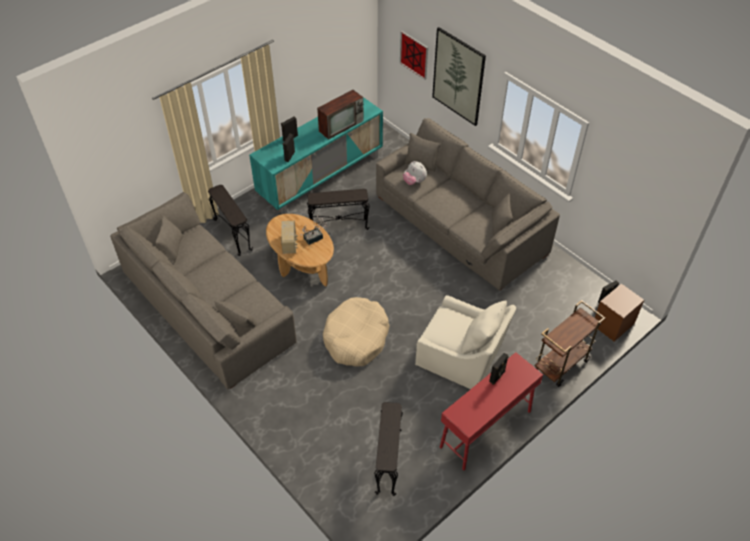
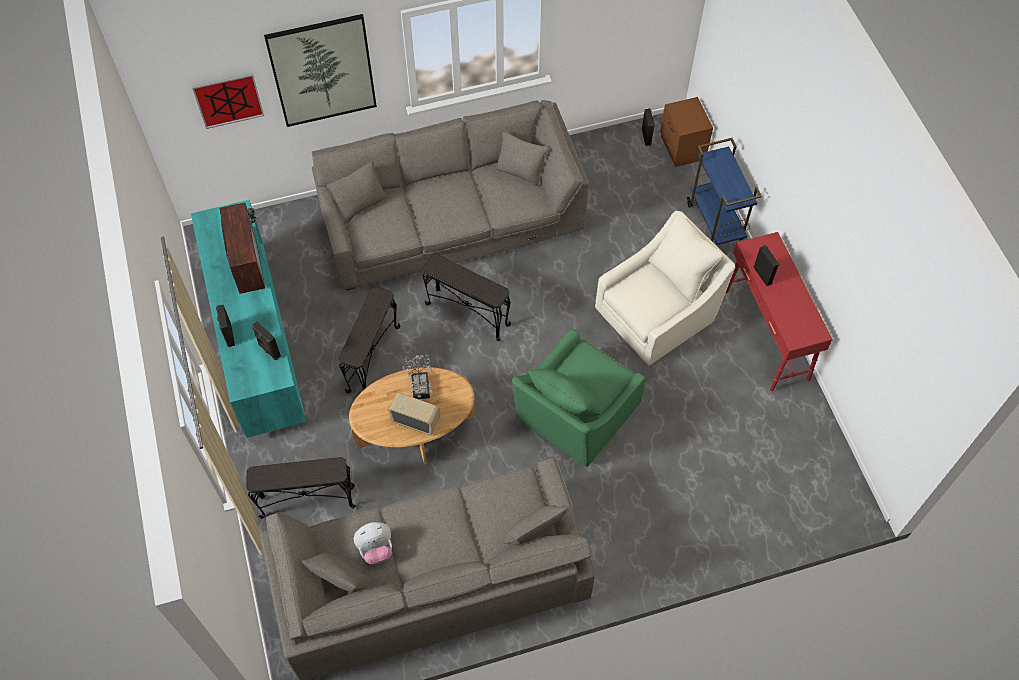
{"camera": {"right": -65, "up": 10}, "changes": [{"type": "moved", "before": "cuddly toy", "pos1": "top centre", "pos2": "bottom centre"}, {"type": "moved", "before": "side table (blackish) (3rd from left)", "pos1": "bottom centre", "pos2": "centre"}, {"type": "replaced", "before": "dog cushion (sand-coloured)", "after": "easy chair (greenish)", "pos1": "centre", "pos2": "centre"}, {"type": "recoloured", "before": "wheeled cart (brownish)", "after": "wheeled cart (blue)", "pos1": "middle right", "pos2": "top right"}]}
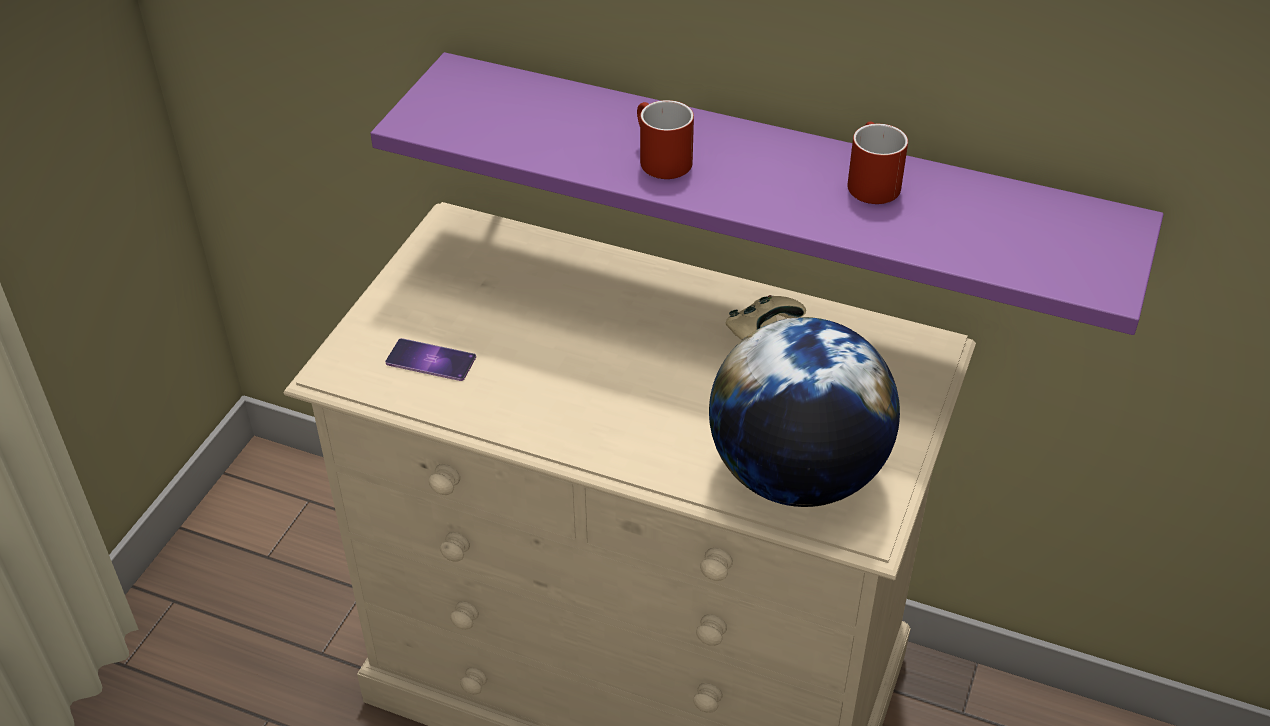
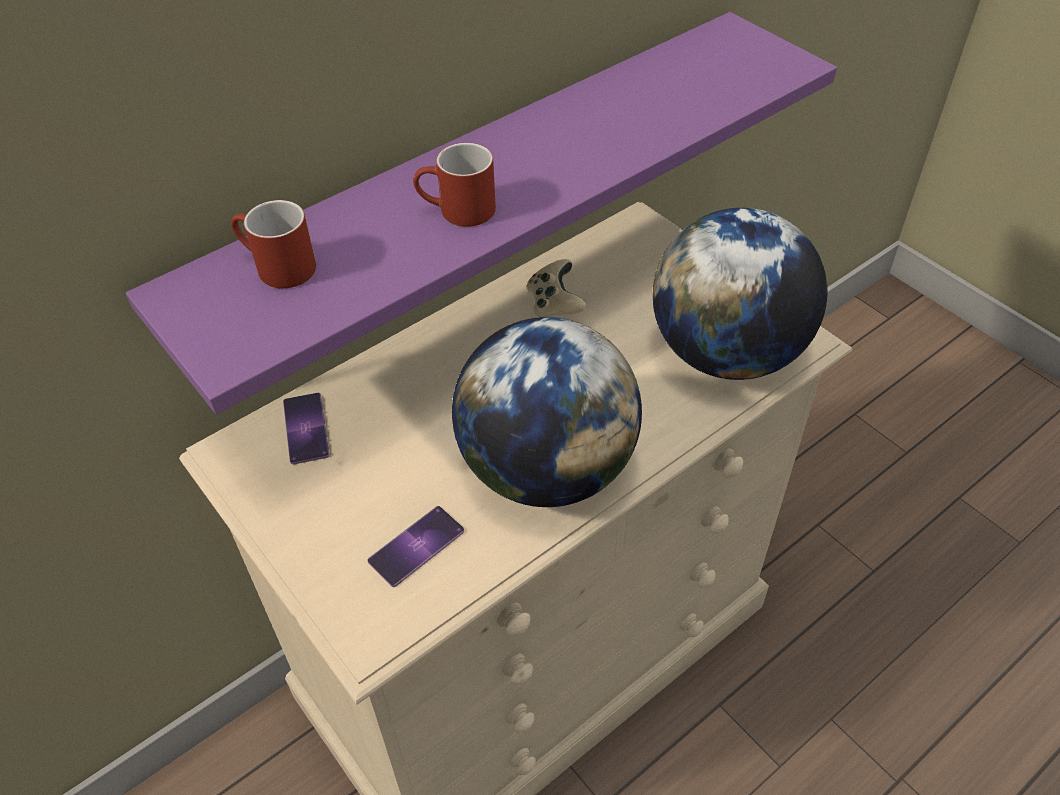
{"camera": {"right": -60, "up": 5}, "changes": [{"type": "moved", "before": "coffee mug (red-coloured) (2nd from left in the first image)", "after": "coffee mug (red-coloured) (1st from left)", "pos1": "top right", "pos2": "top left"}, {"type": "added", "after": "phone (1st from left)", "pos2": "middle left"}, {"type": "added", "after": "desk globe (1st from left)", "pos2": "centre"}]}
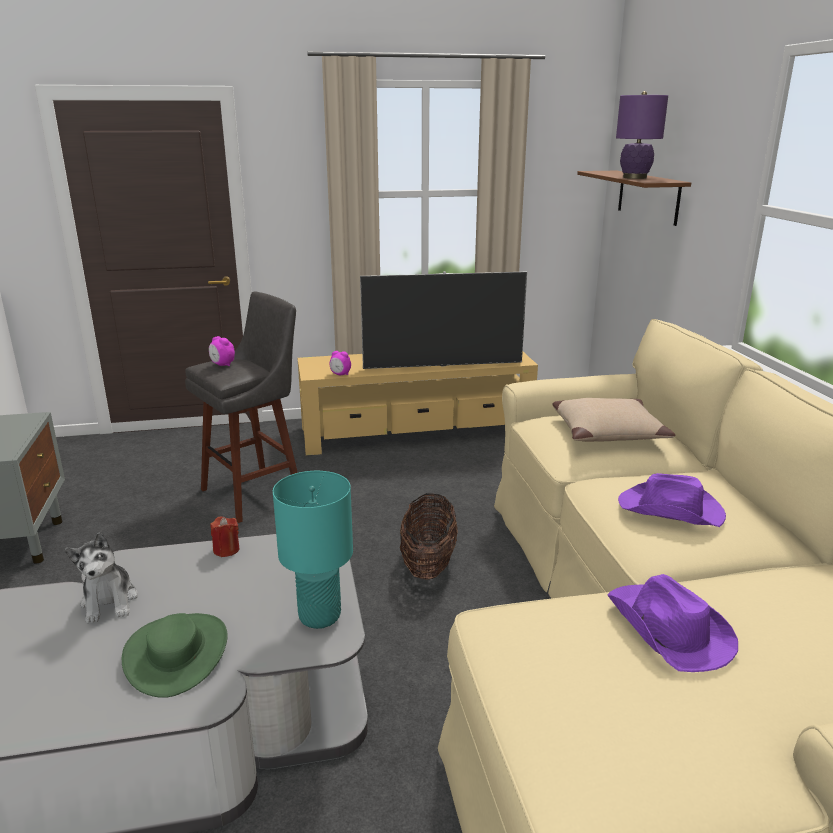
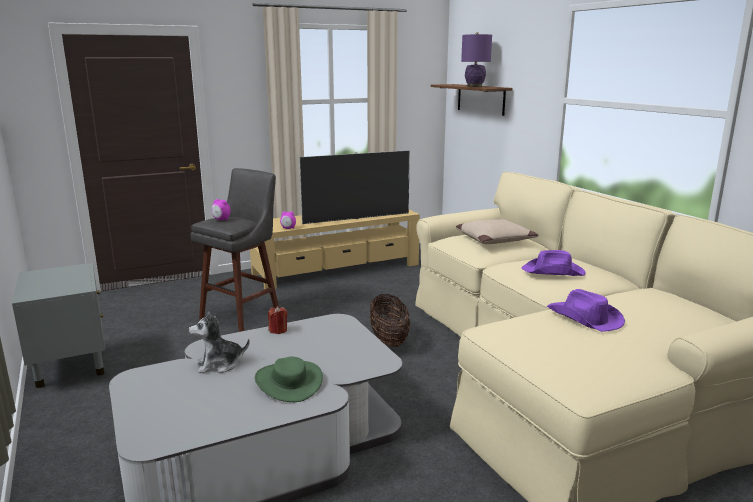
{"camera": {"right": -15, "up": -5}, "changes": [{"type": "turned", "before": "cuddly toy", "pos1": "bottom left", "pos2": "bottom left", "turn": 105}, {"type": "removed", "before": "lamp for a table (turquoise)", "pos1": "centre"}]}
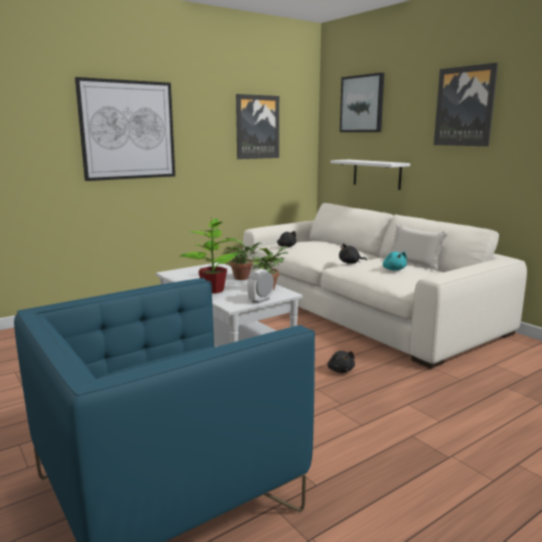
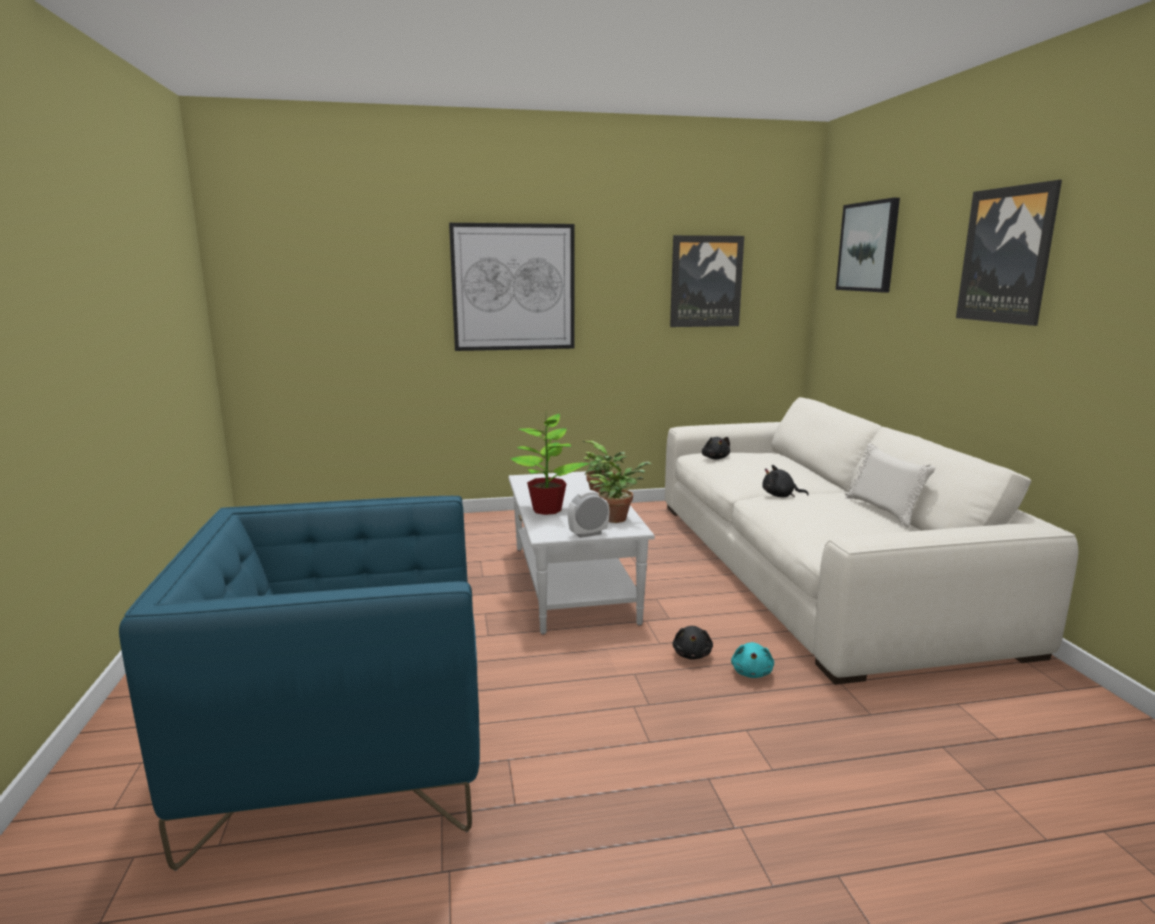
{"camera": {"right": 25, "up": 0}, "changes": [{"type": "moved", "before": "cuddly toy (turquoise)", "pos1": "middle right", "pos2": "bottom centre"}, {"type": "removed", "before": "shelf (whitish)", "pos1": "top right"}]}
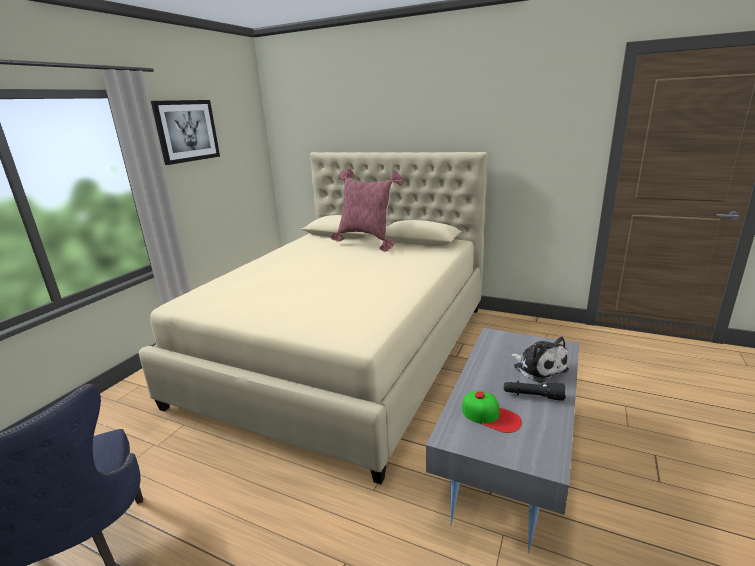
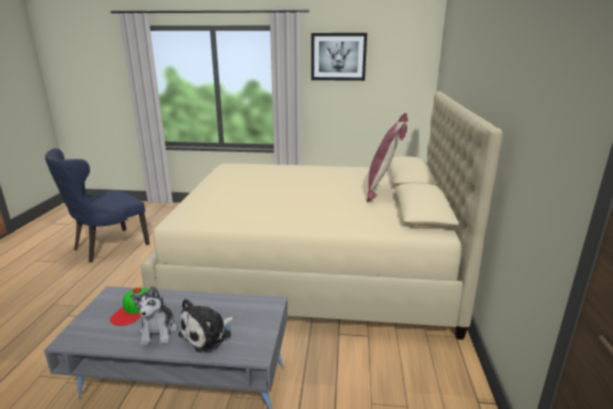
{"camera": {"right": 70, "up": 0}, "changes": [{"type": "replaced", "before": "torch (blackish)", "after": "cuddly toy (1st from left)", "pos1": "bottom right", "pos2": "bottom left"}]}
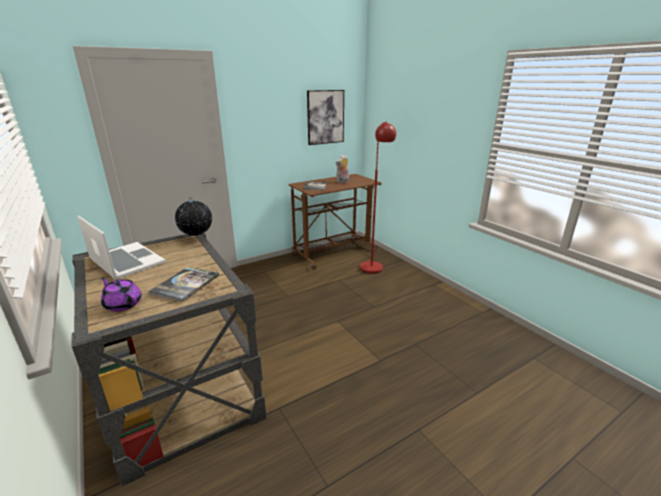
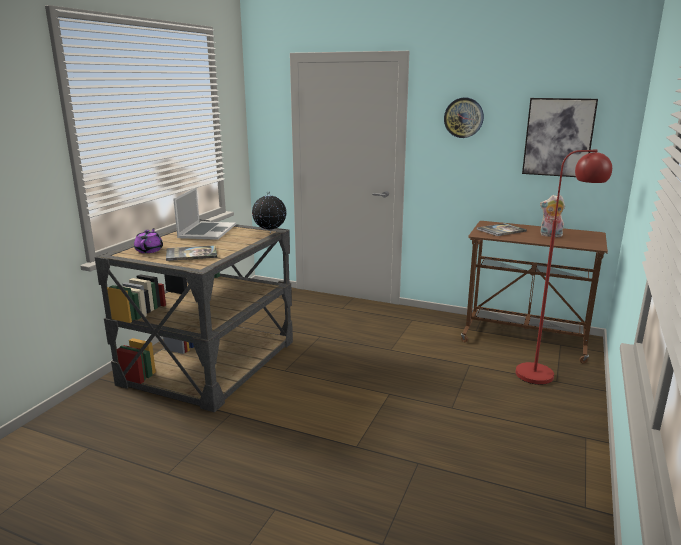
{"camera": {"right": 55, "up": -5}, "changes": [{"type": "added", "after": "clock on the wall", "pos2": "top right"}]}
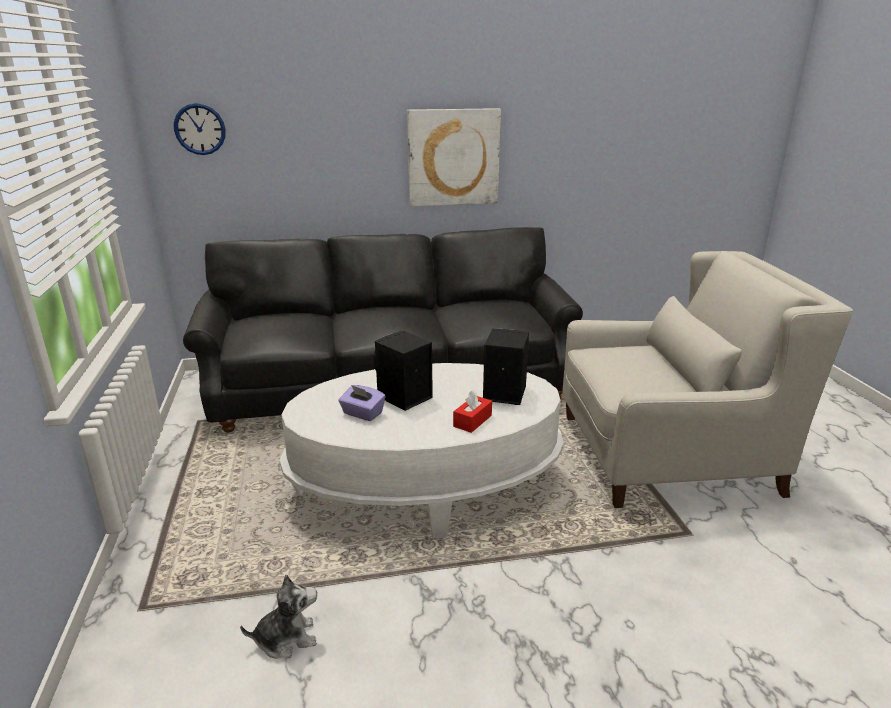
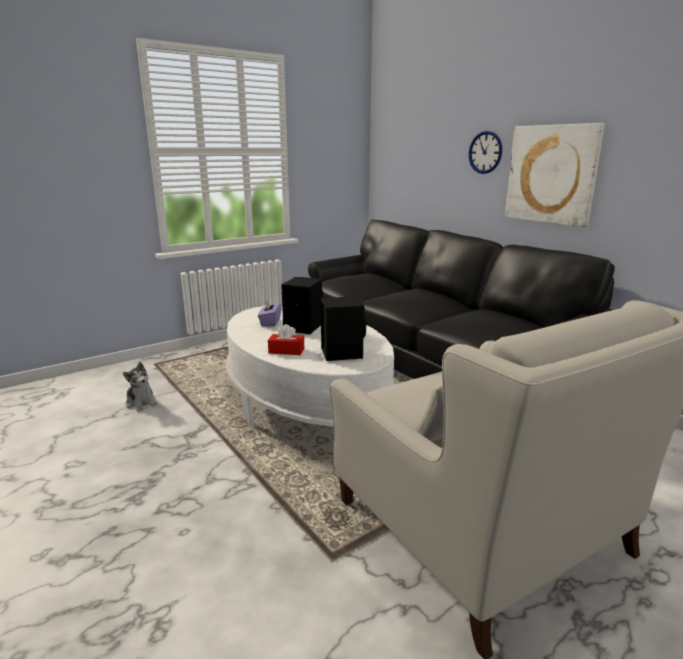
{"camera": {"right": 65, "up": -5}, "changes": [{"type": "moved", "before": "clock on the wall", "pos1": "top left", "pos2": "top right"}]}
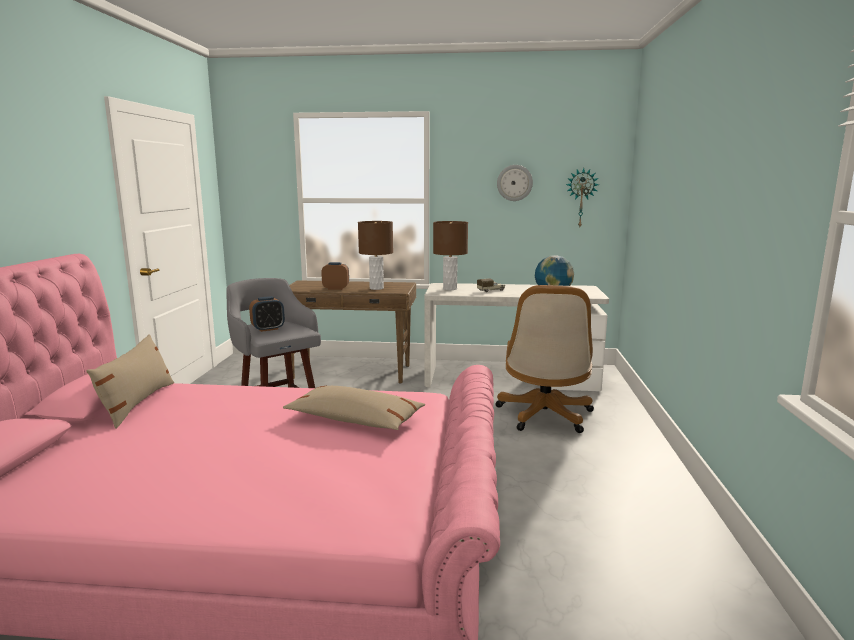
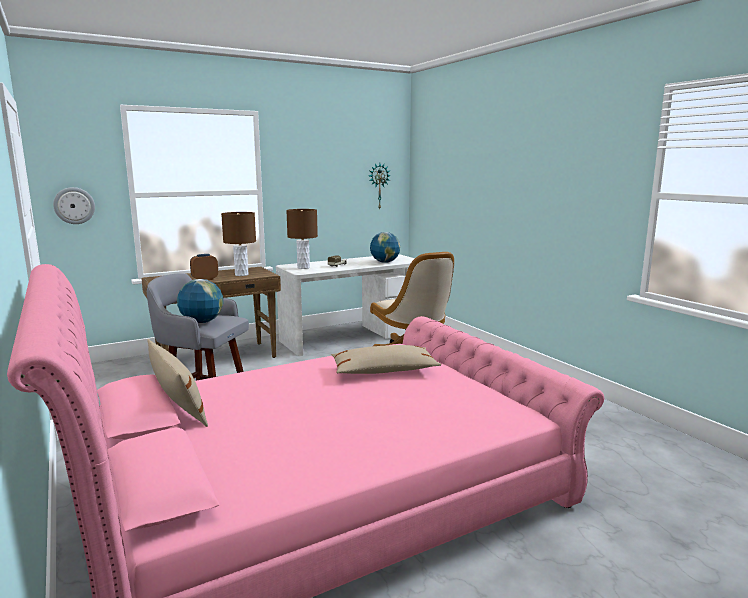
{"camera": {"right": -35, "up": 0}, "changes": [{"type": "moved", "before": "clock on the wall (1st from left)", "pos1": "top centre", "pos2": "middle left"}, {"type": "replaced", "before": "bedside clock (1st from left)", "after": "desk globe (1st from left)", "pos1": "middle left", "pos2": "middle left"}]}
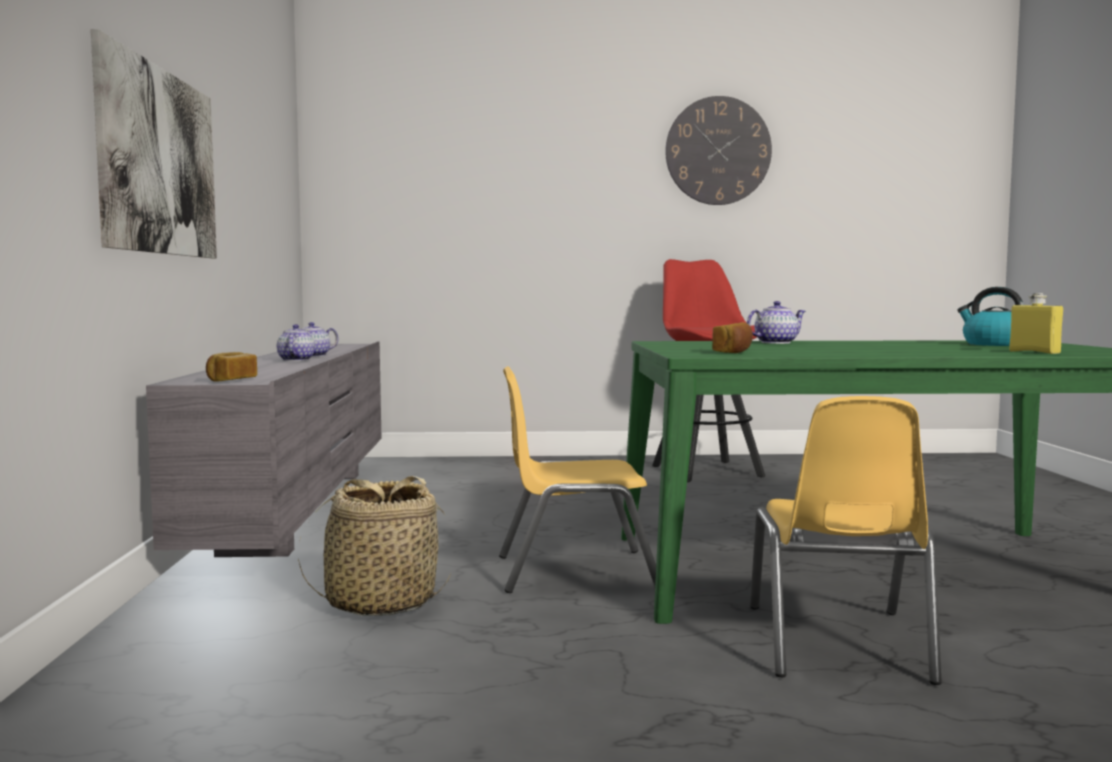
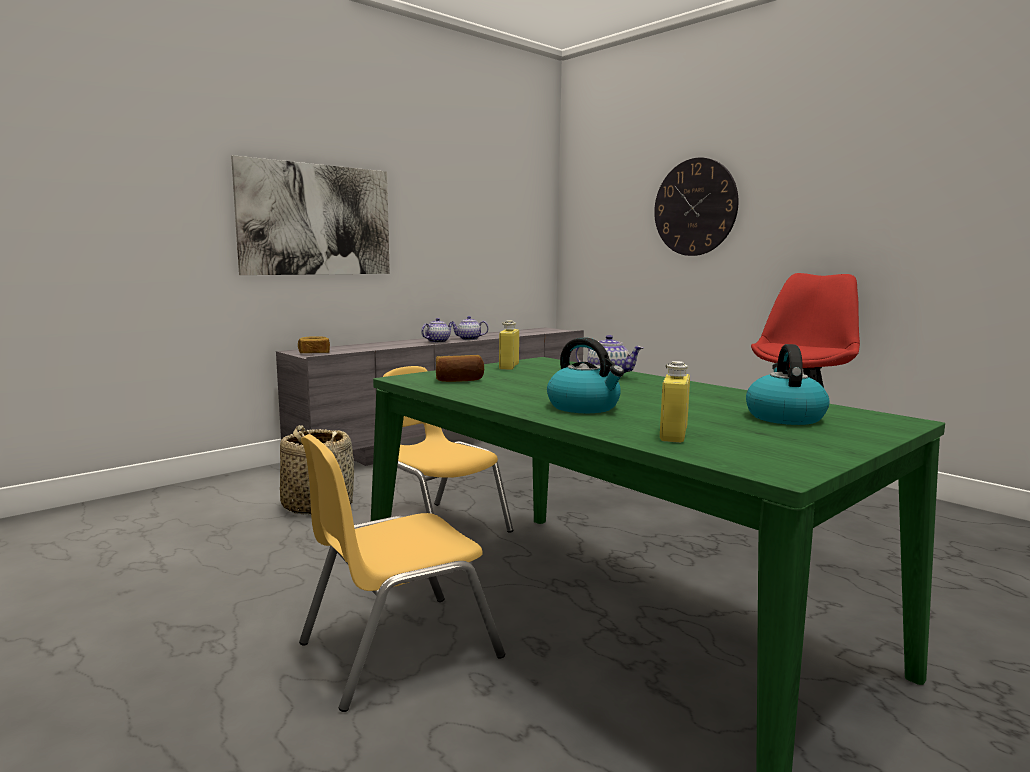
{"camera": {"right": 50, "up": 5}, "changes": [{"type": "added", "after": "drink bottle (yellow) (1st from left)", "pos2": "centre"}, {"type": "added", "after": "kettle (1st from left)", "pos2": "centre"}, {"type": "moved", "before": "clock on the wall", "pos1": "top centre", "pos2": "top right"}]}
